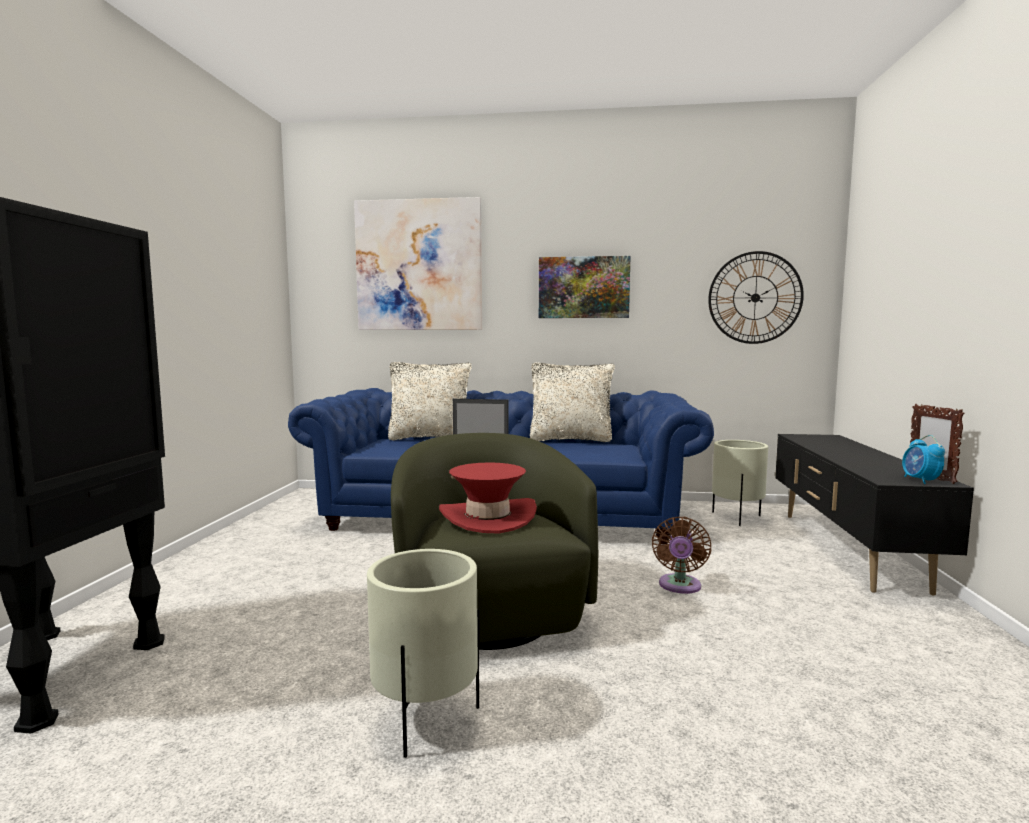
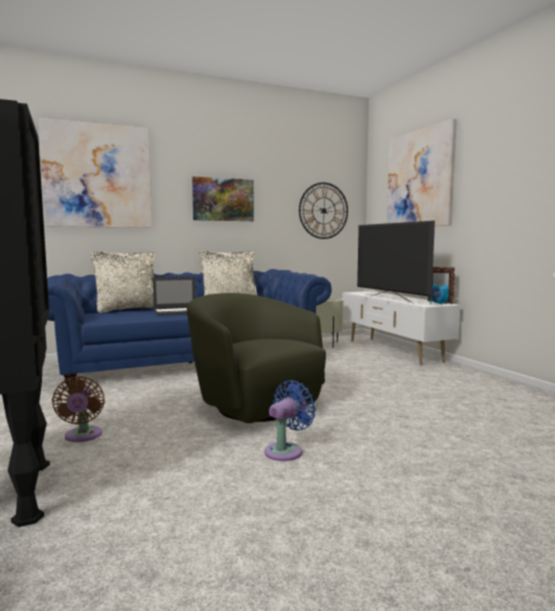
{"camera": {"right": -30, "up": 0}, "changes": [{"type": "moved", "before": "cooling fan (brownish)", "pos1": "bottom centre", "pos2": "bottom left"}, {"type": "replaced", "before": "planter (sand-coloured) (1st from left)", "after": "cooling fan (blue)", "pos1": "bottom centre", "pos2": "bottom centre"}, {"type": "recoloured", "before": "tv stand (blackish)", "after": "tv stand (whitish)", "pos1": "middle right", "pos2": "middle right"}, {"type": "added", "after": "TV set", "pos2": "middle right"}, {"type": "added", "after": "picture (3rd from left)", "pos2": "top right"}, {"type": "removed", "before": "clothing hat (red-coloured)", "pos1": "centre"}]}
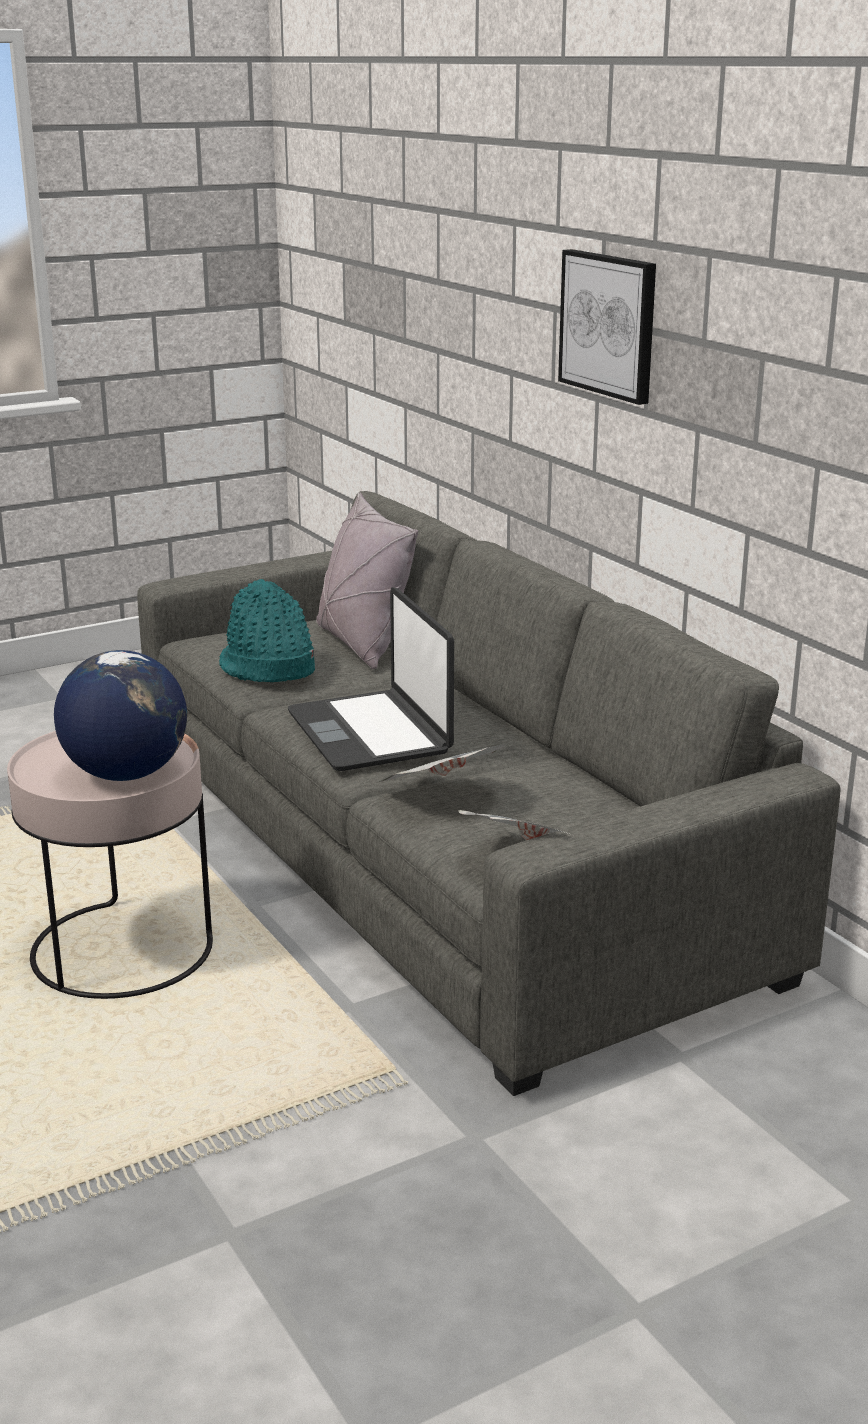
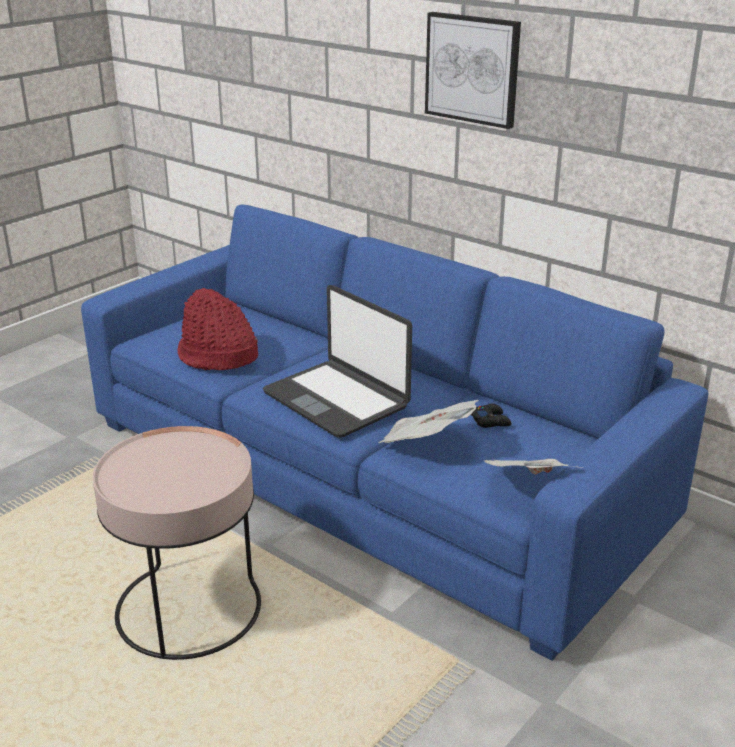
{"camera": {"right": -20, "up": 5}, "changes": [{"type": "recoloured", "before": "couch (gray)", "after": "couch (blue)", "pos1": "centre", "pos2": "centre"}, {"type": "recoloured", "before": "clothing hat (turquoise)", "after": "clothing hat (red-coloured)", "pos1": "middle left", "pos2": "middle left"}, {"type": "added", "after": "gamepad (blackish)", "pos2": "middle right"}, {"type": "removed", "before": "desk globe", "pos1": "middle left"}, {"type": "removed", "before": "pillow (purplish)", "pos1": "centre"}]}
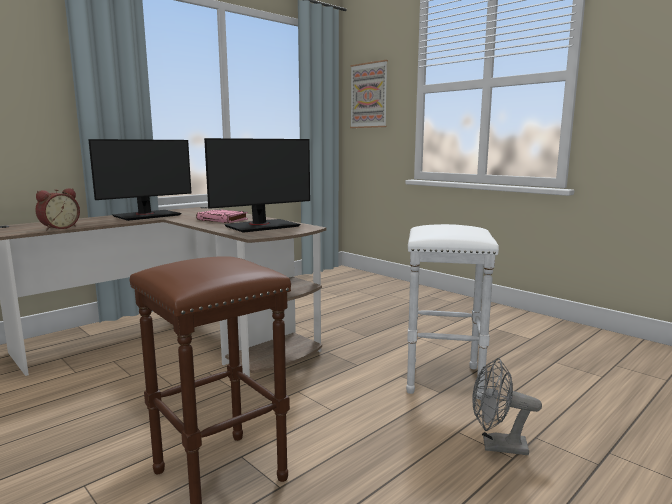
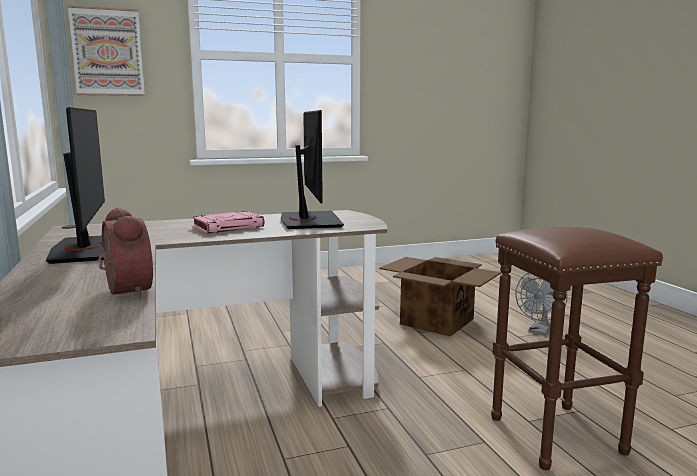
{"camera": {"right": -65, "up": 0}, "changes": [{"type": "replaced", "before": "stool seat (whitish)", "after": "packing box", "pos1": "middle right", "pos2": "centre"}]}
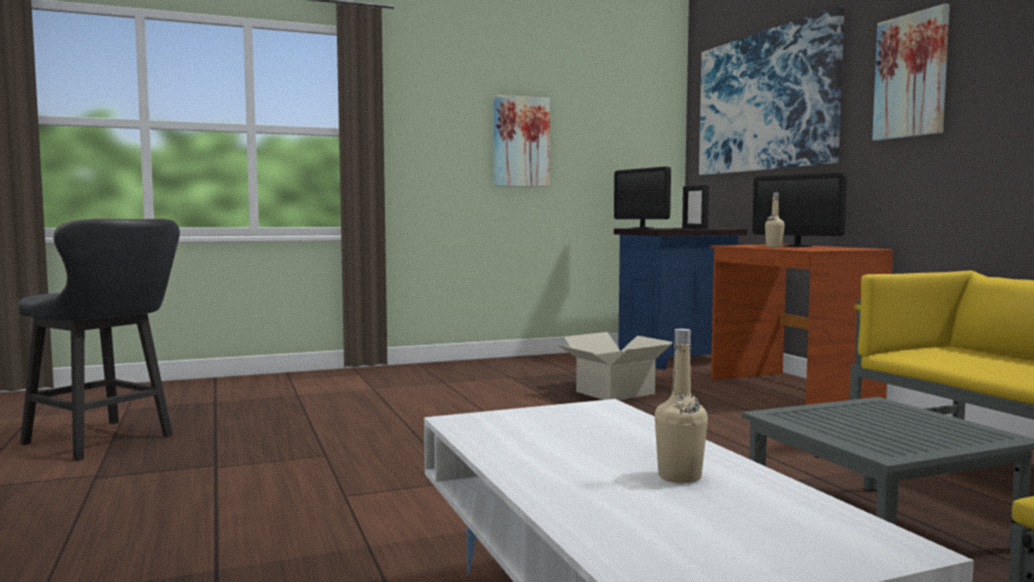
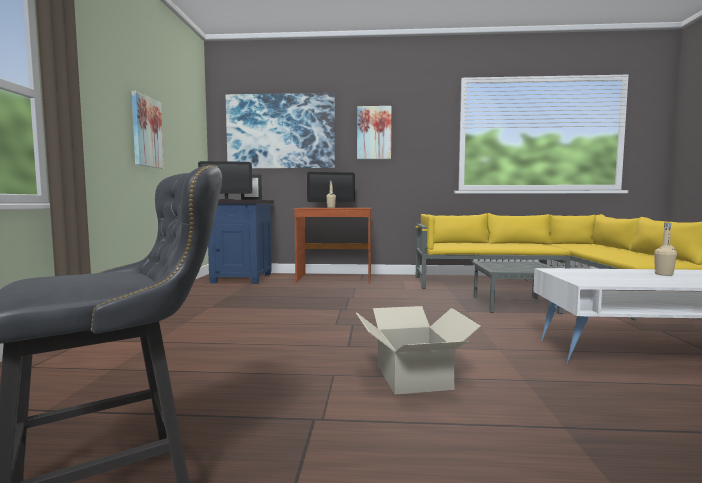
{"camera": {"right": -65, "up": 0}, "changes": [{"type": "moved", "before": "packing box", "pos1": "centre", "pos2": "bottom centre"}]}
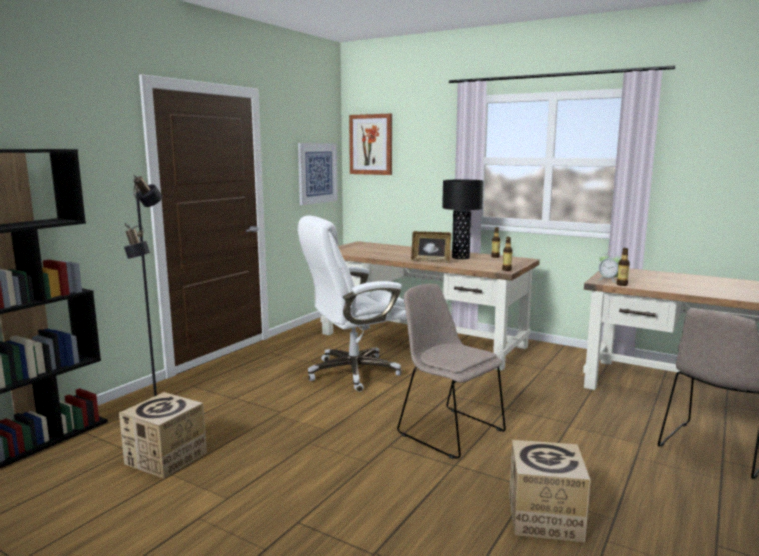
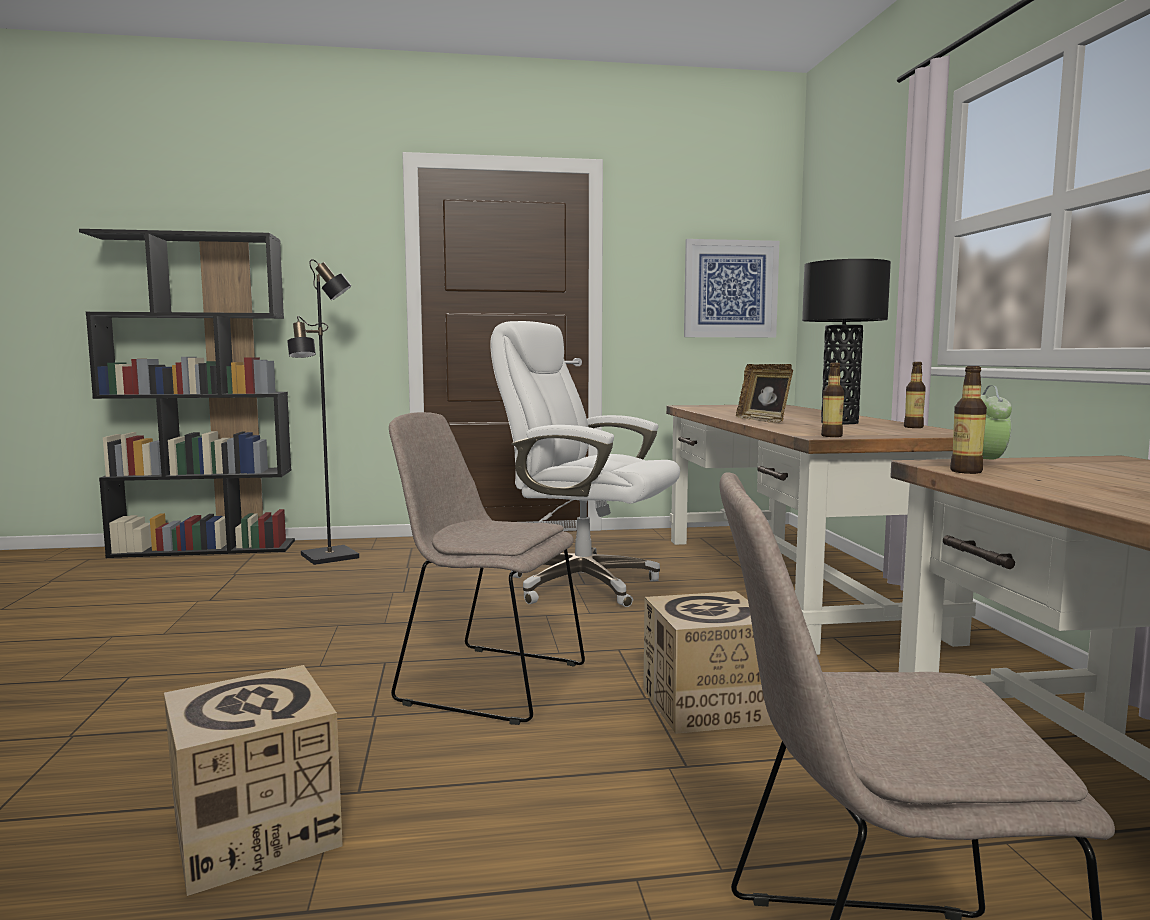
{"camera": {"right": 50, "up": -5}, "changes": [{"type": "turned", "before": "upright chair (sand-coloured) (1st from left)", "pos1": "bottom centre", "pos2": "centre", "turn": -75}, {"type": "moved", "before": "packing box (1st from left in the first image)", "after": "packing box (2nd from left)", "pos1": "bottom left", "pos2": "bottom centre"}, {"type": "removed", "before": "picture (2nd from left)", "pos1": "top centre"}]}
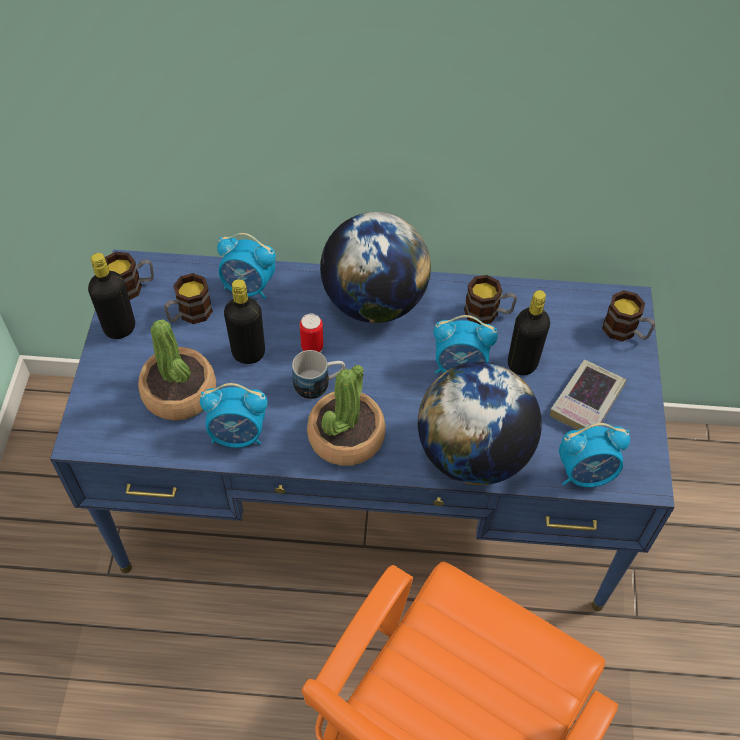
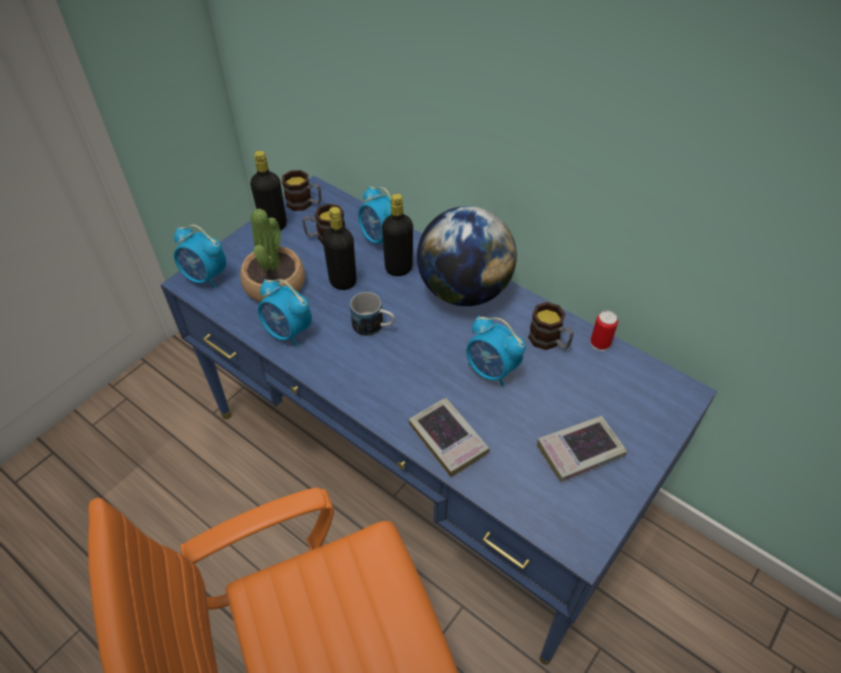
{"camera": {"right": 35, "up": -5}, "changes": [{"type": "moved", "before": "bedside clock (4th from left in the first image)", "after": "bedside clock (1st from left)", "pos1": "middle right", "pos2": "middle left"}, {"type": "moved", "before": "drink bottle (blackish) (3rd from left)", "pos1": "middle right", "pos2": "centre"}, {"type": "replaced", "before": "desk globe (2nd from left)", "after": "bound book (1st from left)", "pos1": "centre", "pos2": "centre"}, {"type": "moved", "before": "sealed can", "pos1": "centre", "pos2": "middle right"}, {"type": "removed", "before": "houseplant (2nd from left)", "pos1": "centre"}, {"type": "removed", "before": "coffee mug (5th from left)", "pos1": "middle right"}]}
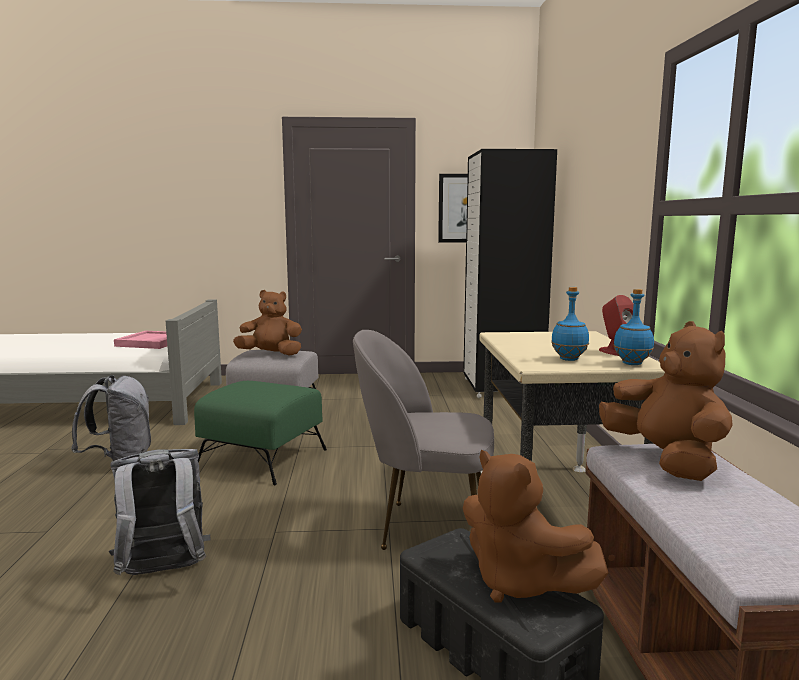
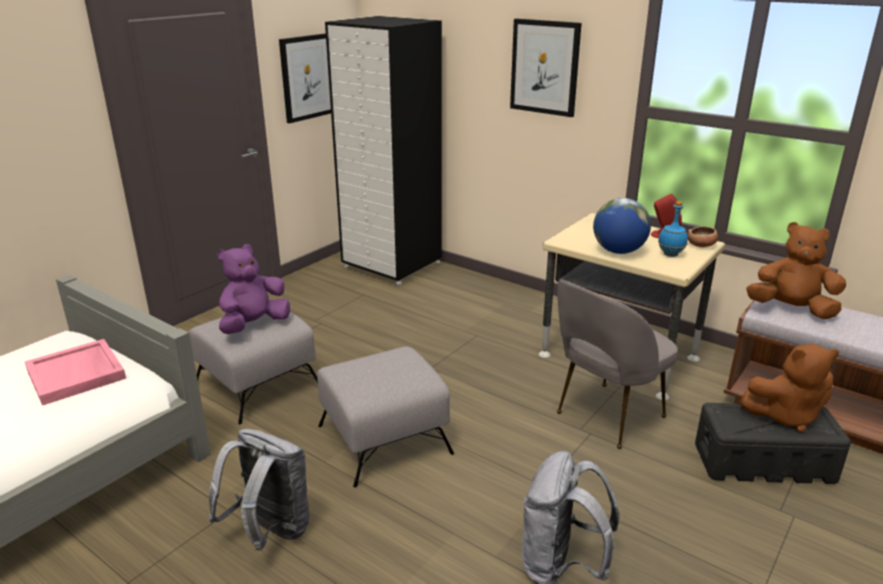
{"camera": {"right": -50, "up": 15}, "changes": [{"type": "recoloured", "before": "cuddly toy (brownish) (1st from left)", "after": "cuddly toy (purplish)", "pos1": "centre", "pos2": "middle left"}, {"type": "recoloured", "before": "footrest (greenish)", "after": "footrest (gray) (2nd from left)", "pos1": "middle left", "pos2": "bottom centre"}, {"type": "added", "after": "picture (2nd from left)", "pos2": "top centre"}, {"type": "added", "after": "desk globe", "pos2": "middle right"}, {"type": "replaced", "before": "drink bottle (blue) (2nd from left)", "after": "deep dish", "pos1": "middle right", "pos2": "middle right"}]}
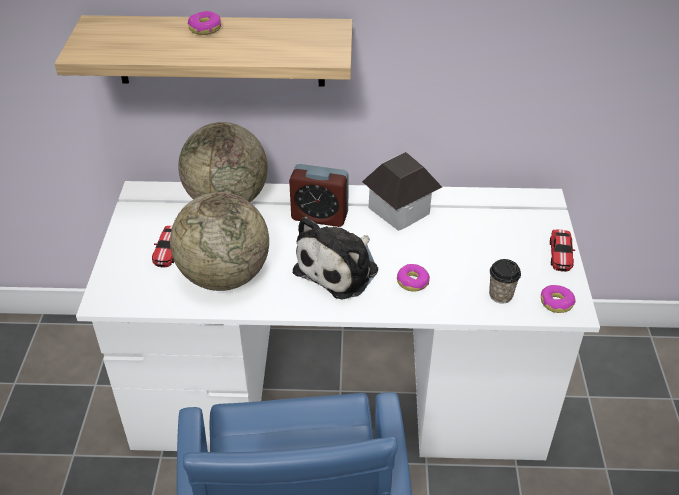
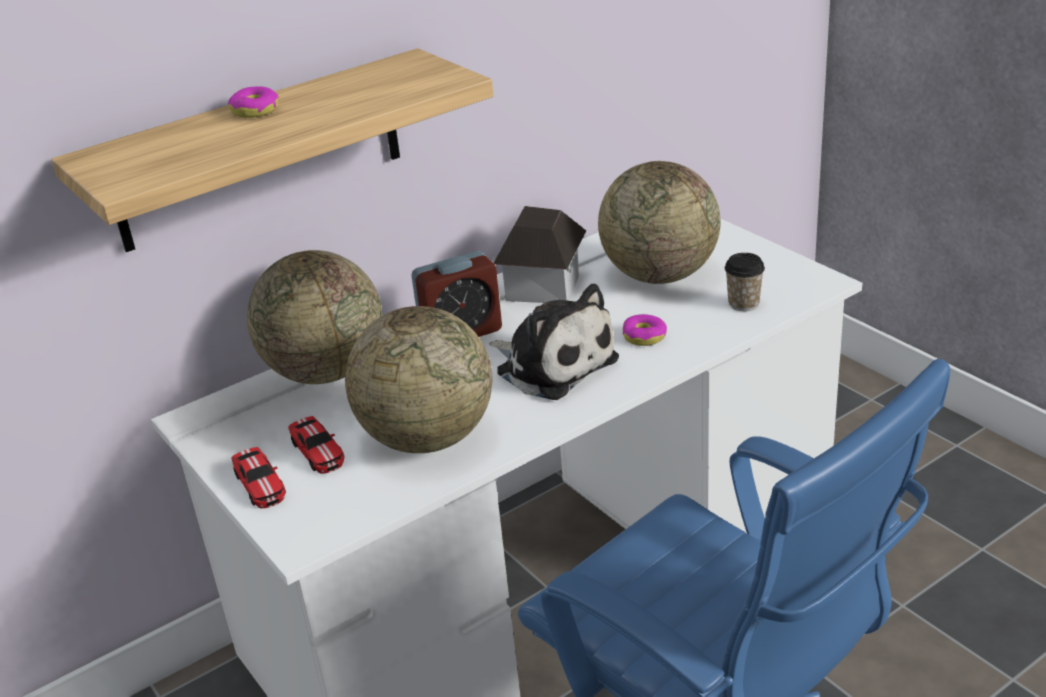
{"camera": {"right": -35, "up": -10}, "changes": [{"type": "moved", "before": "toy car (2nd from left in the first image)", "after": "toy car (1st from left)", "pos1": "middle right", "pos2": "bottom left"}, {"type": "turned", "before": "cuddly toy", "pos1": "centre", "pos2": "centre", "turn": -45}, {"type": "added", "after": "desk globe (3rd from left)", "pos2": "top centre"}, {"type": "removed", "before": "ring doughnut (3rd from left)", "pos1": "middle right"}]}
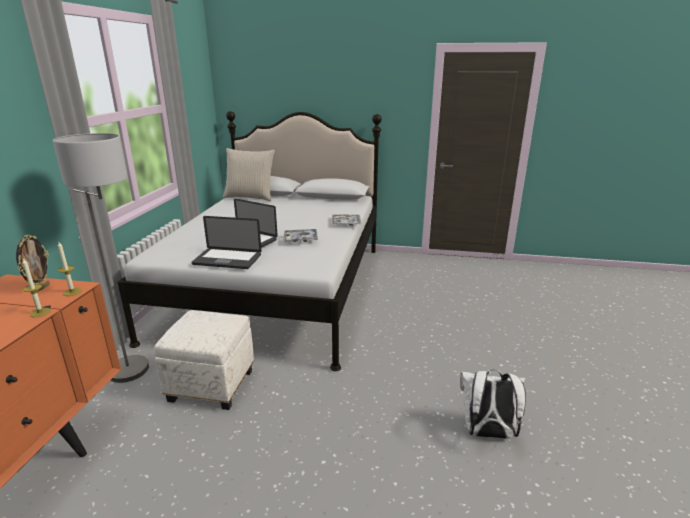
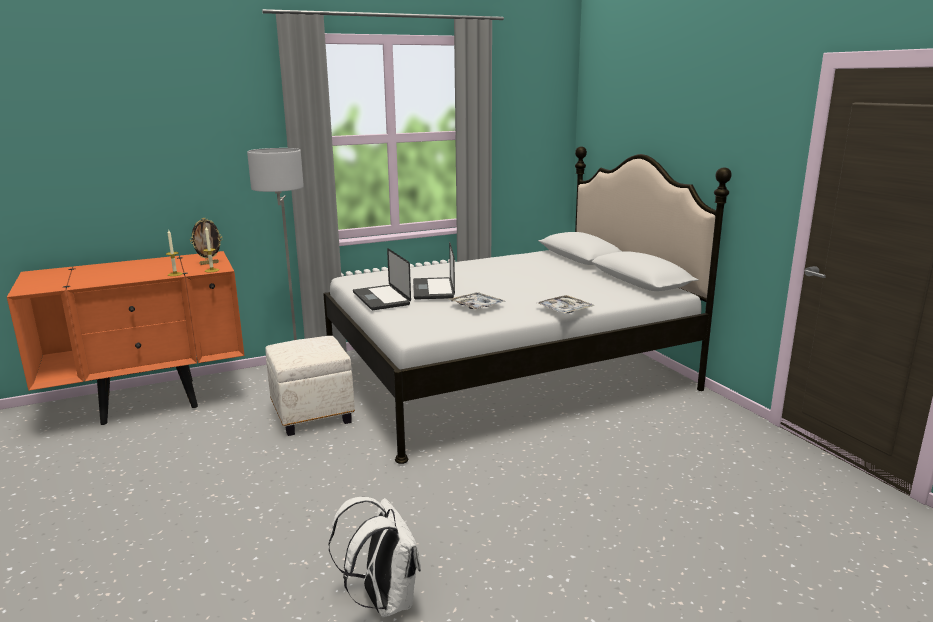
{"camera": {"right": 55, "up": -5}, "changes": [{"type": "removed", "before": "pillow (sand-coloured)", "pos1": "centre"}]}
